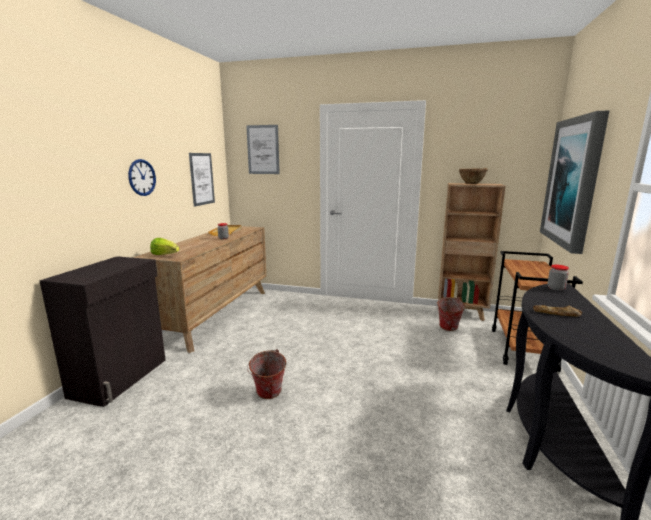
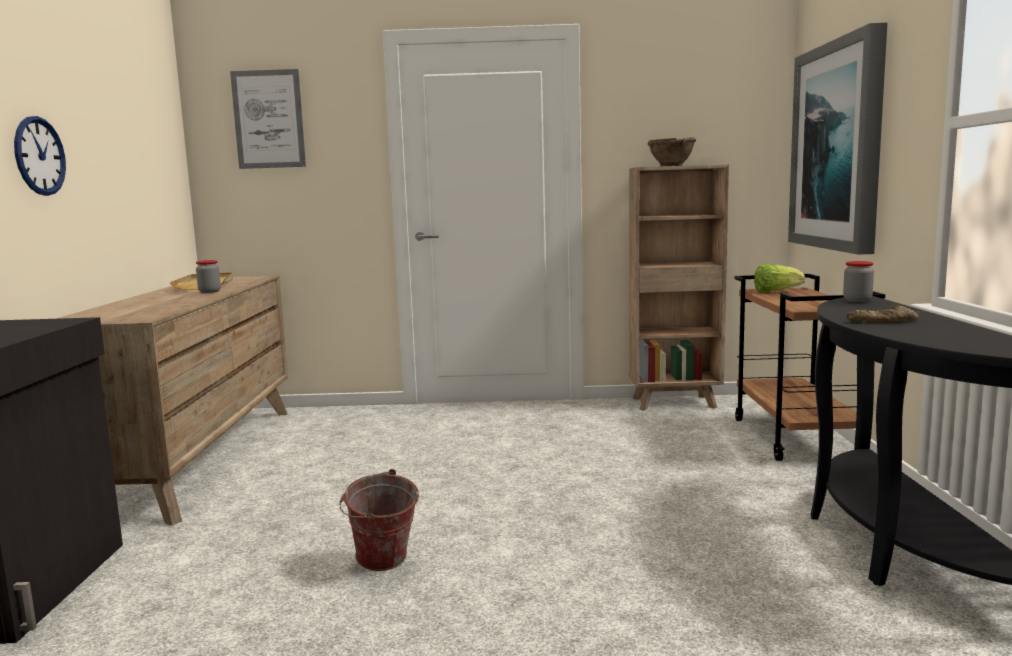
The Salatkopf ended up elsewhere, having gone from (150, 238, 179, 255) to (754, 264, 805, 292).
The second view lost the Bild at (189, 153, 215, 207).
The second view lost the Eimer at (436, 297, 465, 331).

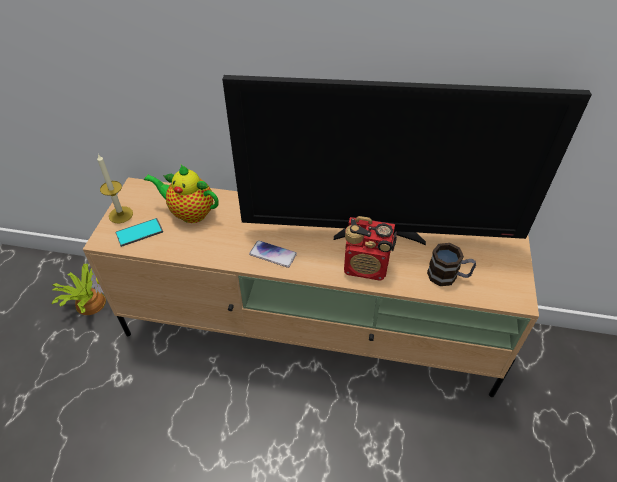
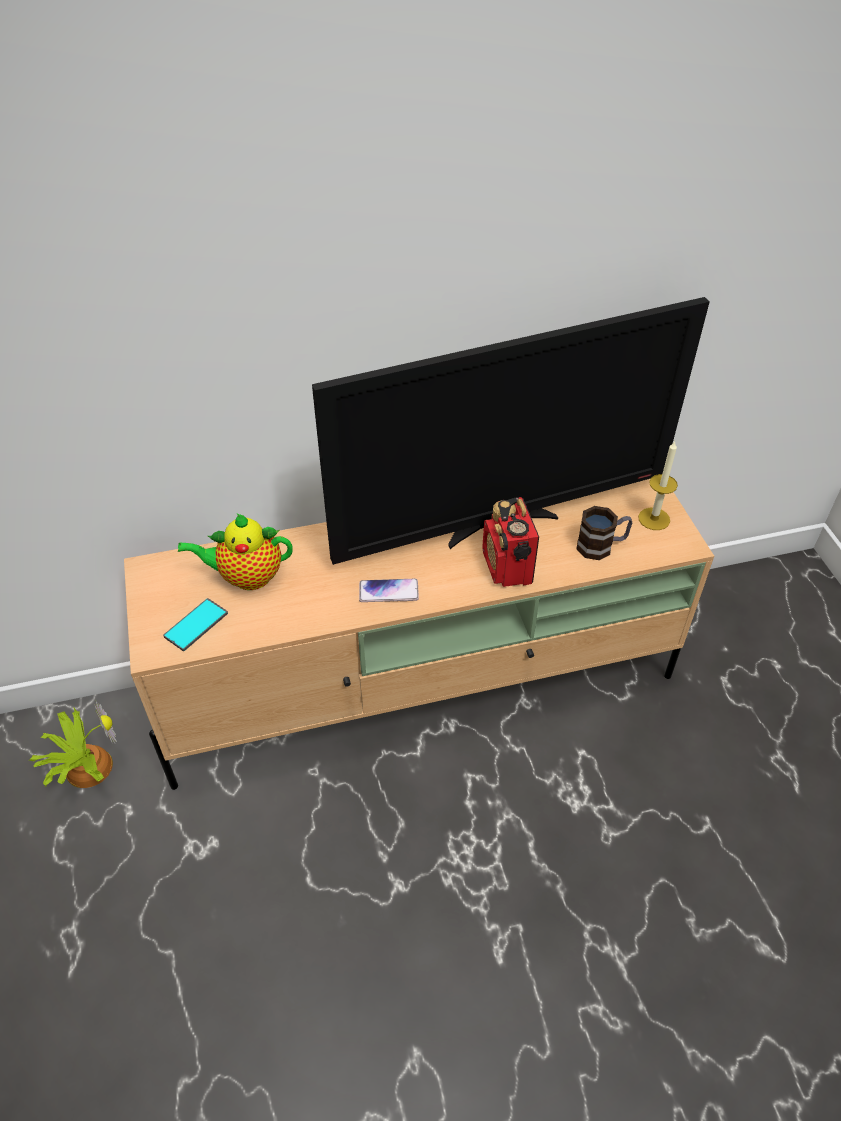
The Radio at (344, 216, 397, 281) ended up facing another way, 90 degrees clockwise from before.
The Kerze ended up elsewhere, having gone from (97, 154, 133, 223) to (638, 441, 678, 530).

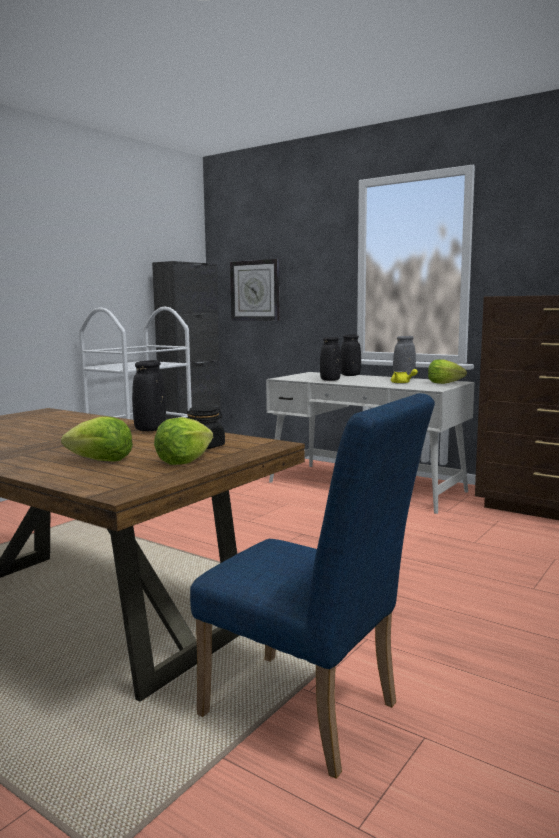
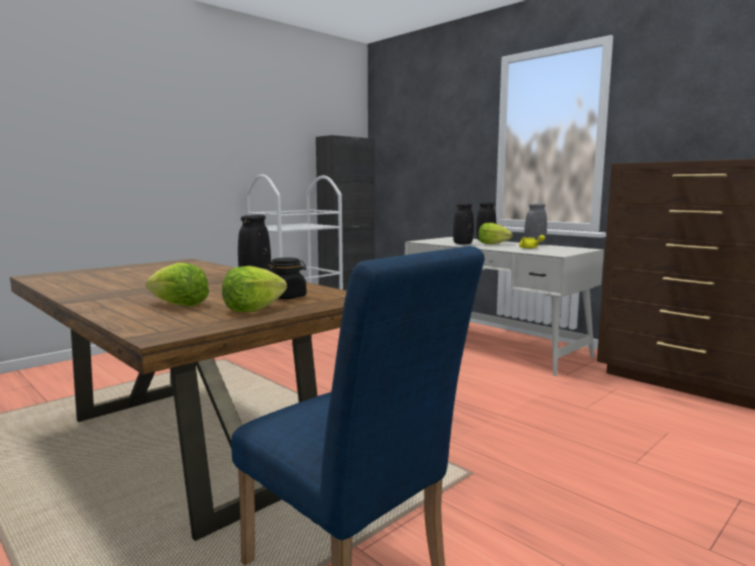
The Salatkopf ended up elsewhere, having gone from (428, 359, 467, 384) to (478, 223, 513, 244).
The second view lost the Wanduhr at (230, 259, 280, 321).

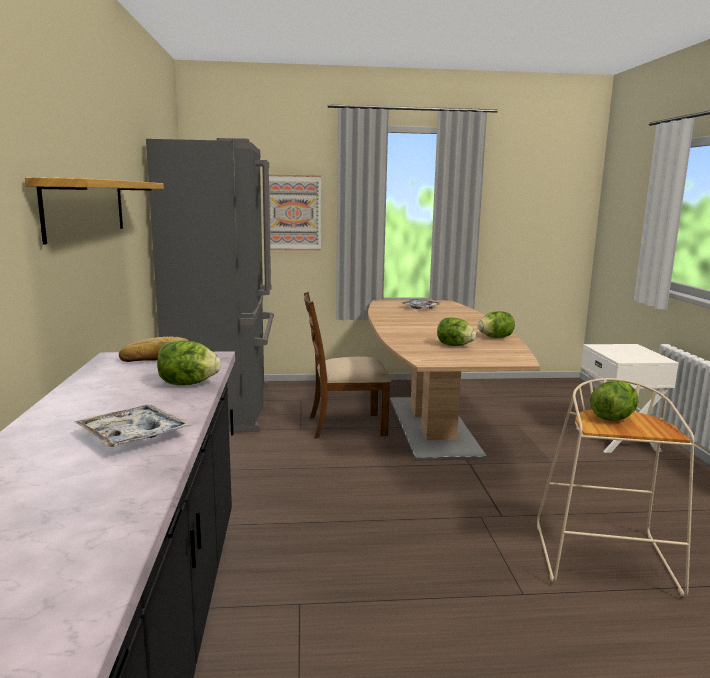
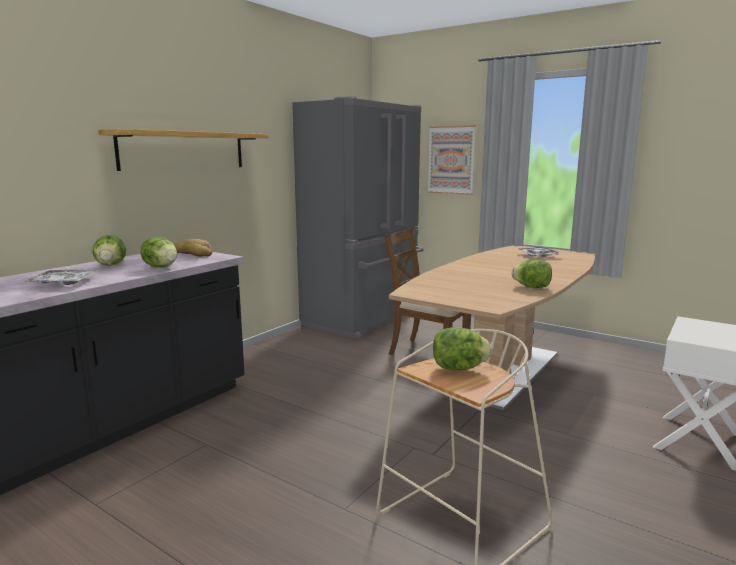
The Salatkopf ended up elsewhere, having gone from (437, 317, 476, 346) to (92, 235, 126, 266).

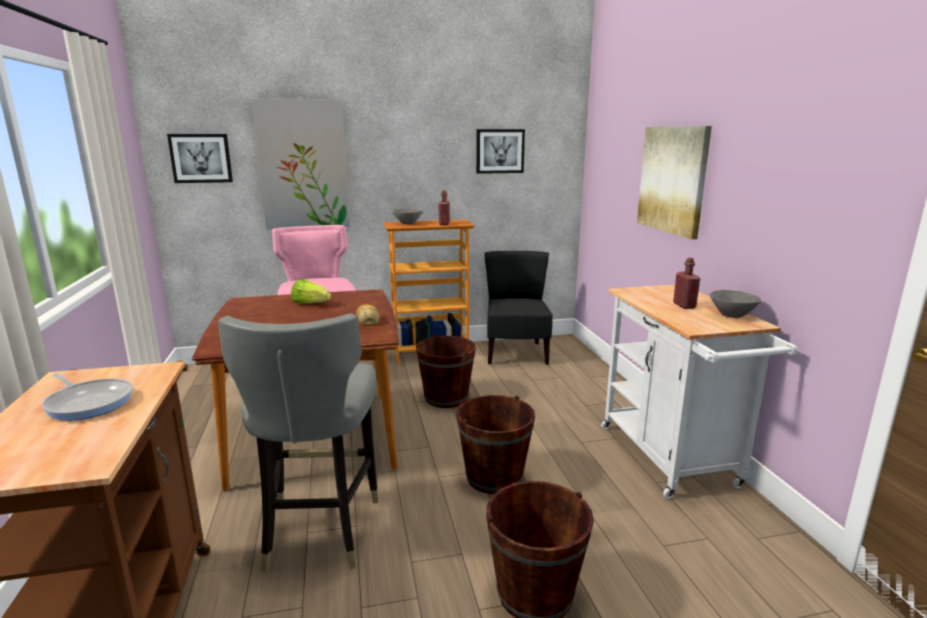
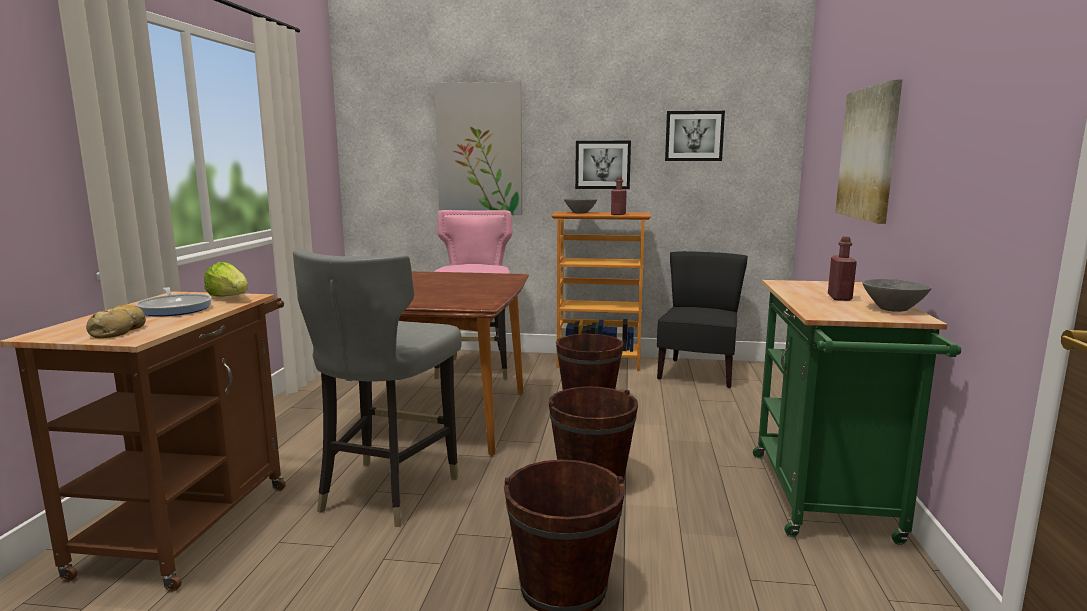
The Brot ended up elsewhere, having gone from (356, 304, 380, 326) to (86, 305, 146, 338).
The Salatkopf ended up elsewhere, having gone from (291, 279, 331, 304) to (204, 262, 248, 297).
The Bild ended up elsewhere, having gone from (167, 134, 233, 183) to (575, 141, 631, 189).
What was the Rollwagen [weiß] at (601, 285, 798, 499) turned into the Rollwagen [grün] at (753, 280, 961, 545).

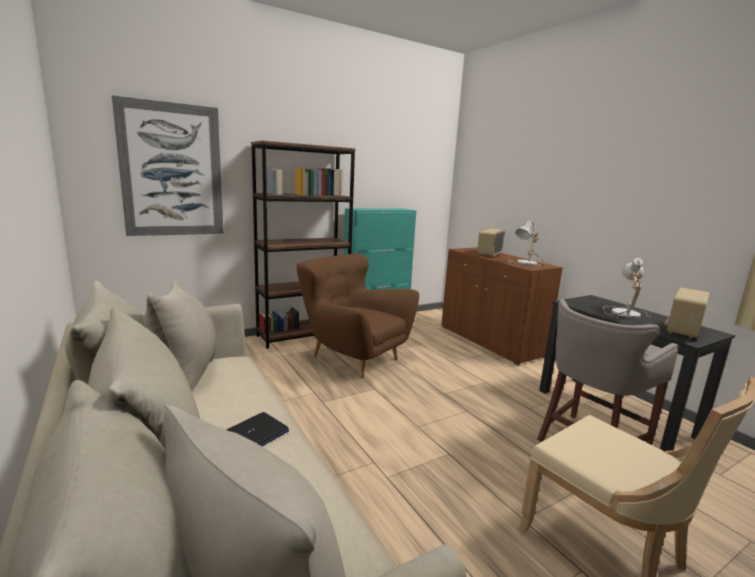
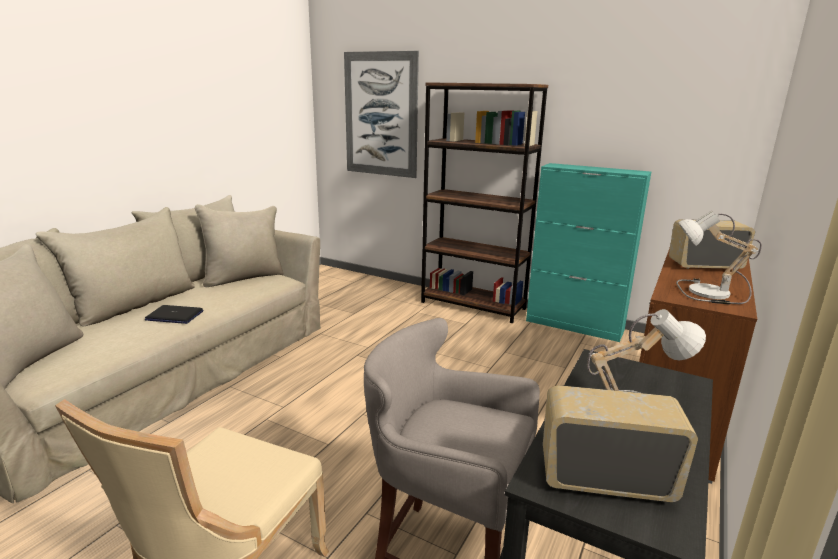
The second view lost the Sessel [braun] at (296, 254, 419, 378).

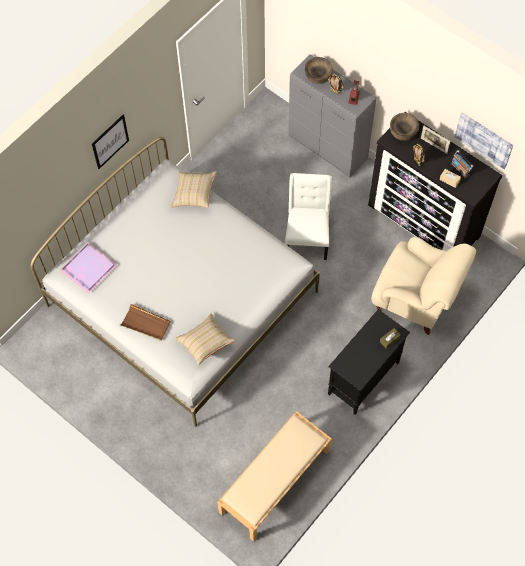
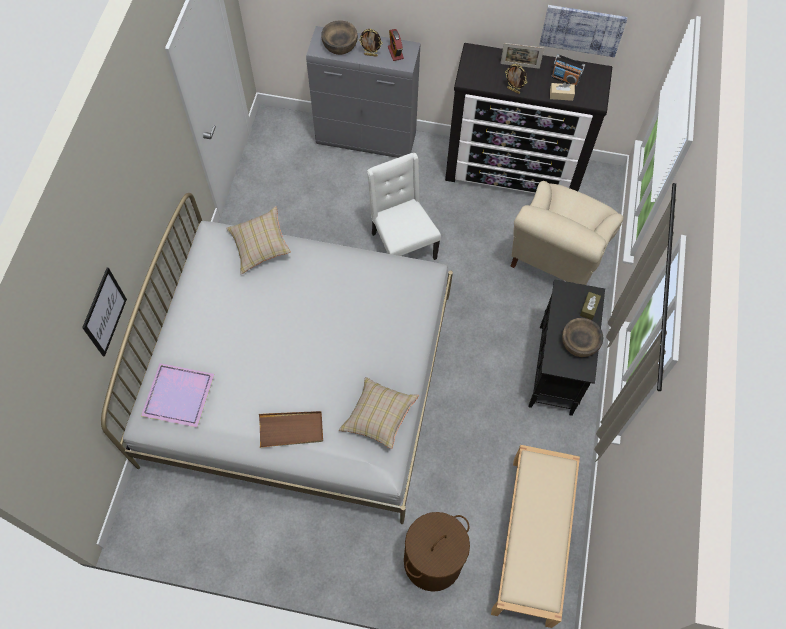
The Bild ended up elsewhere, having gone from (92, 115, 129, 169) to (82, 268, 127, 357).
The second view gained the Wäschekorb [braun] at (404, 512, 470, 592).
The Sessel [beige] at (371, 237, 476, 335) ended up facing another way, 120 degrees clockwise from before.
The Schüssel [braun] ended up elsewhere, having gone from (390, 113, 419, 141) to (562, 318, 603, 357).

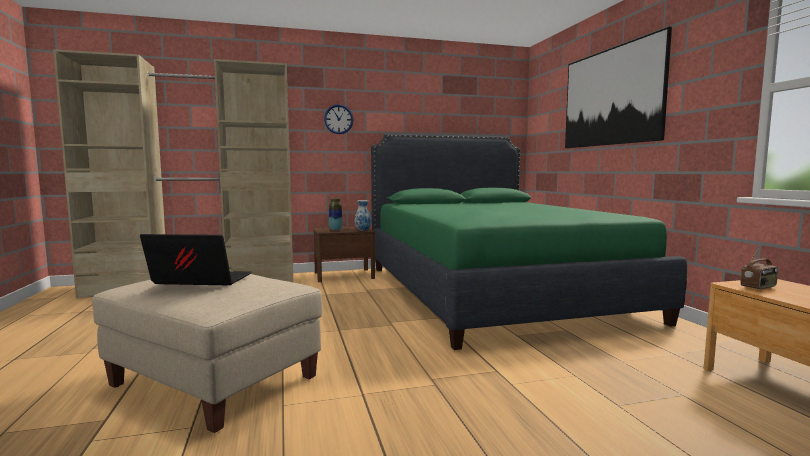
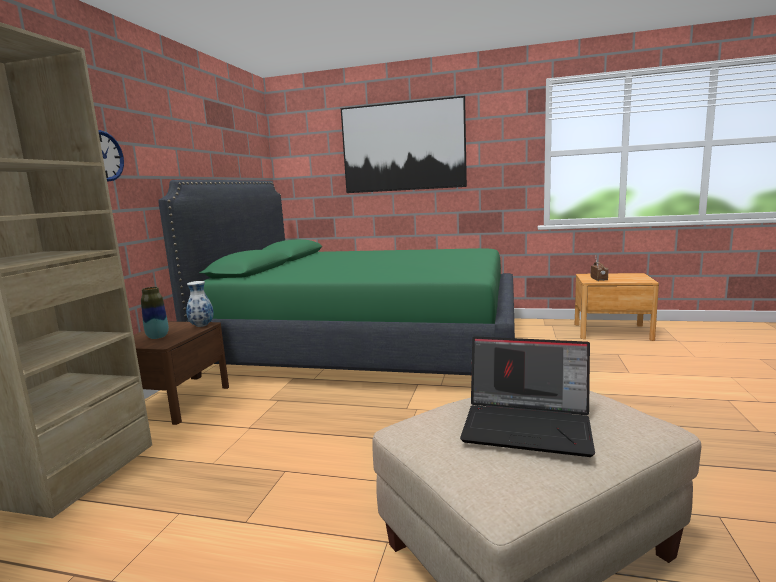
The Laptop at (140, 234, 251, 285) ended up facing another way, 105 degrees counterclockwise from before.

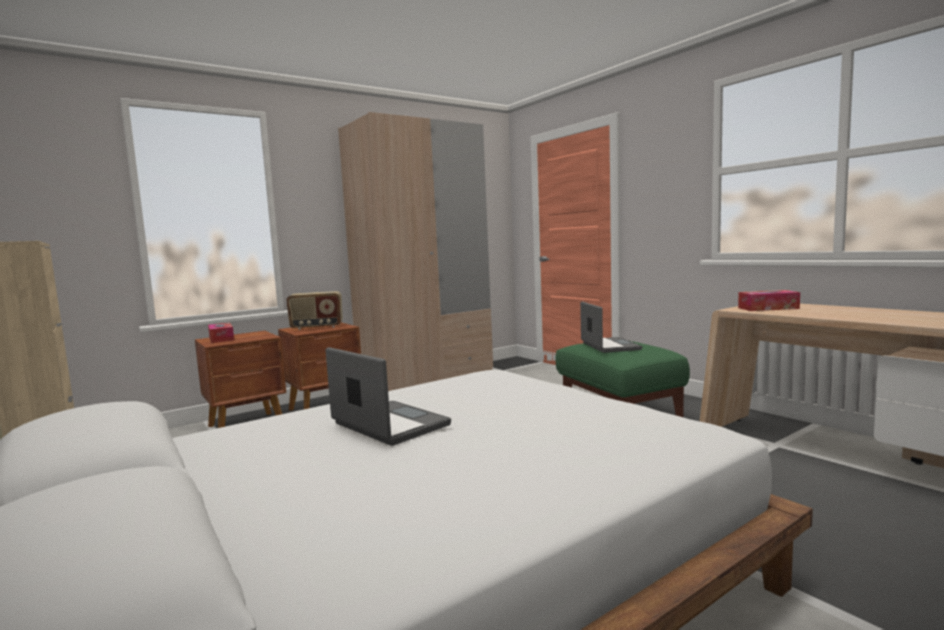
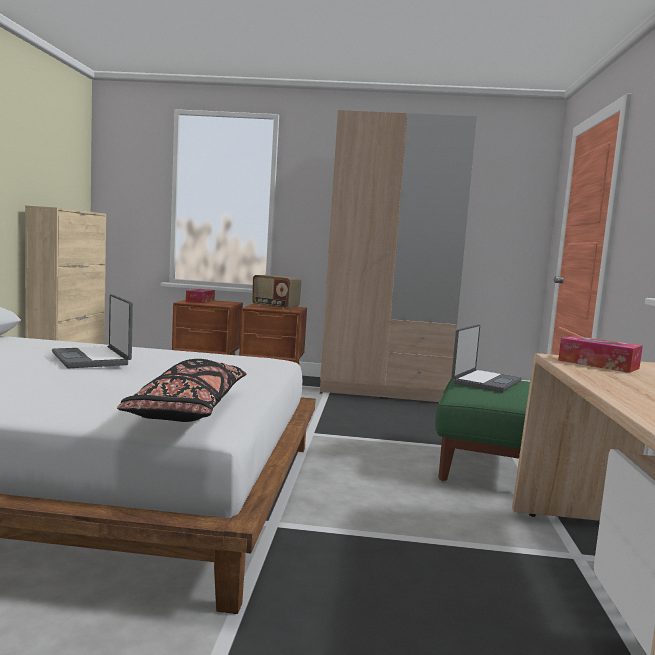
The Laptop at (326, 347, 451, 446) ended up facing another way, 150 degrees clockwise from before.
The second view gained the Kissen [schwarz] at (117, 359, 246, 422).

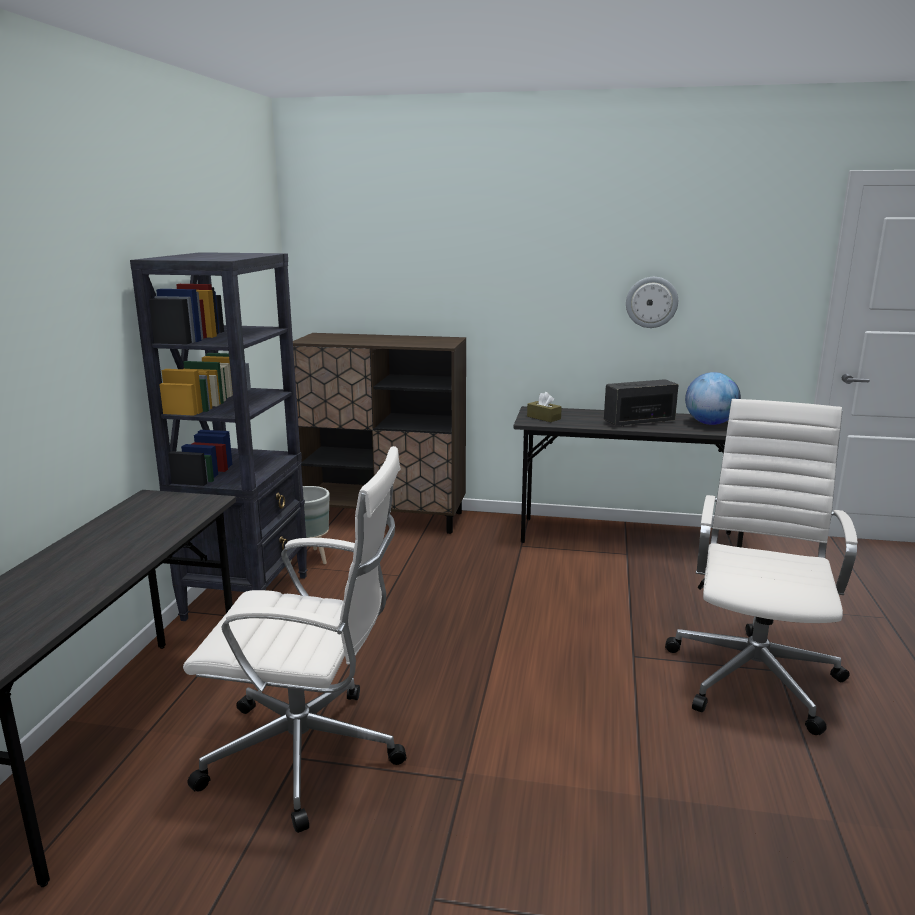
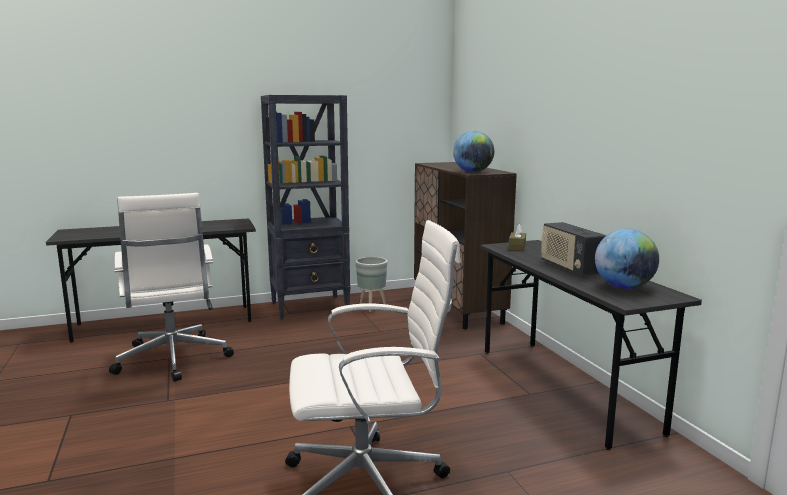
The second view gained the Globus at (453, 131, 494, 172).
The Radio at (604, 379, 679, 427) ended up facing another way, 150 degrees counterclockwise from before.
The second view lost the Wanduhr at (626, 277, 678, 328).

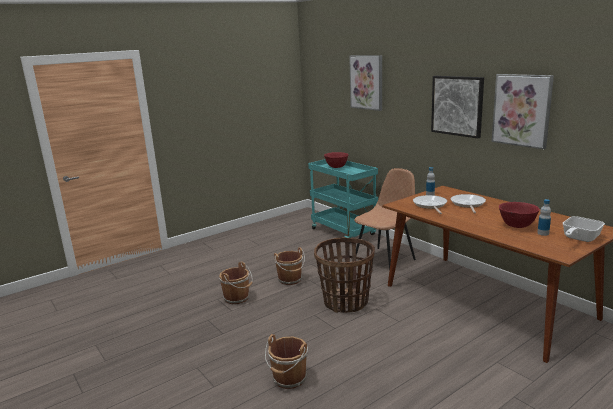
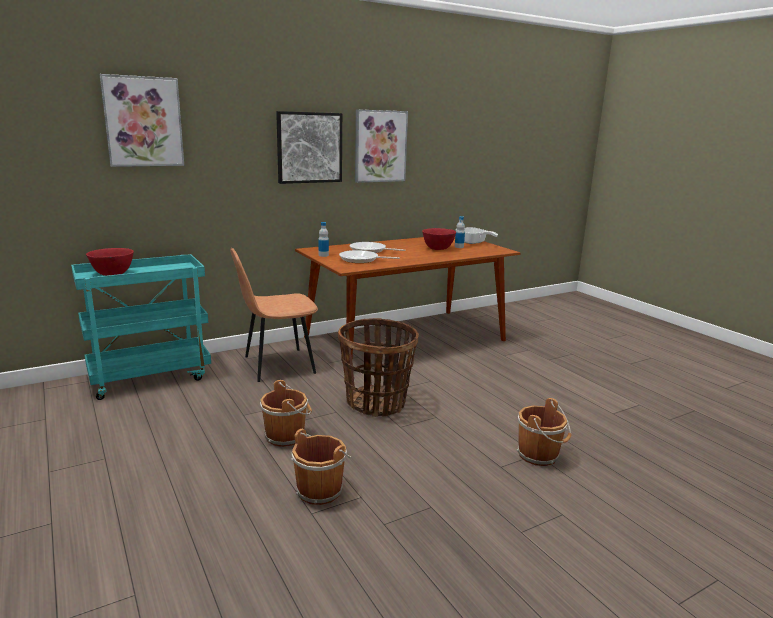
The Stuhl [braun] at (354, 168, 416, 271) ended up facing another way, 75 degrees counterclockwise from before.

